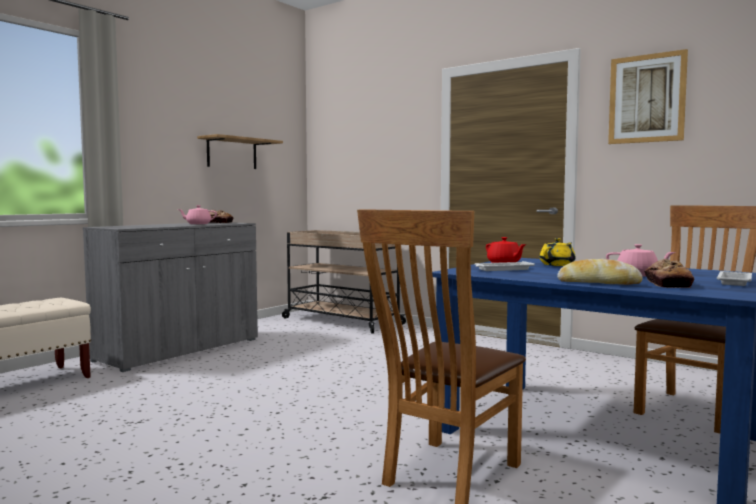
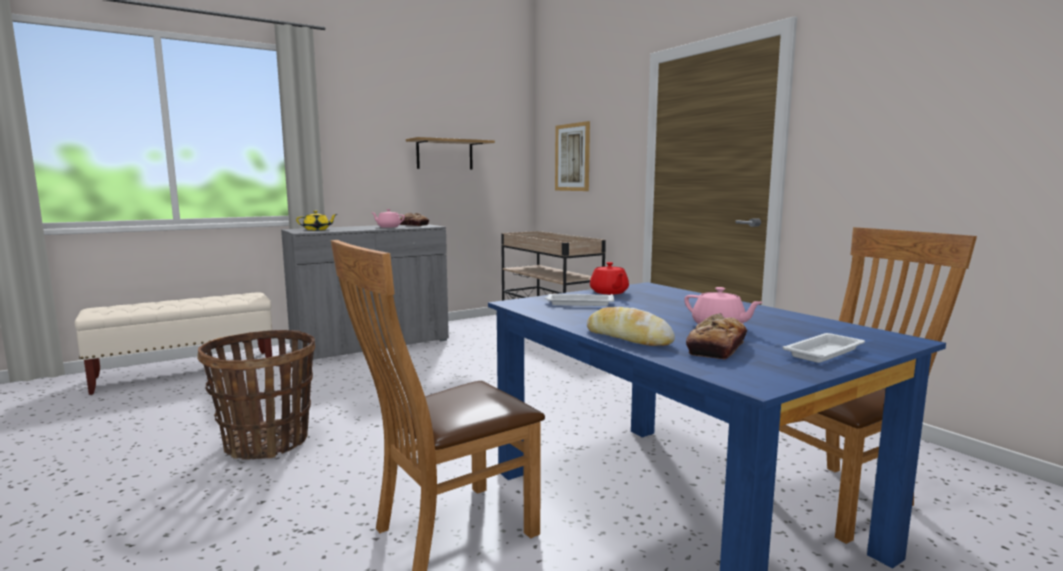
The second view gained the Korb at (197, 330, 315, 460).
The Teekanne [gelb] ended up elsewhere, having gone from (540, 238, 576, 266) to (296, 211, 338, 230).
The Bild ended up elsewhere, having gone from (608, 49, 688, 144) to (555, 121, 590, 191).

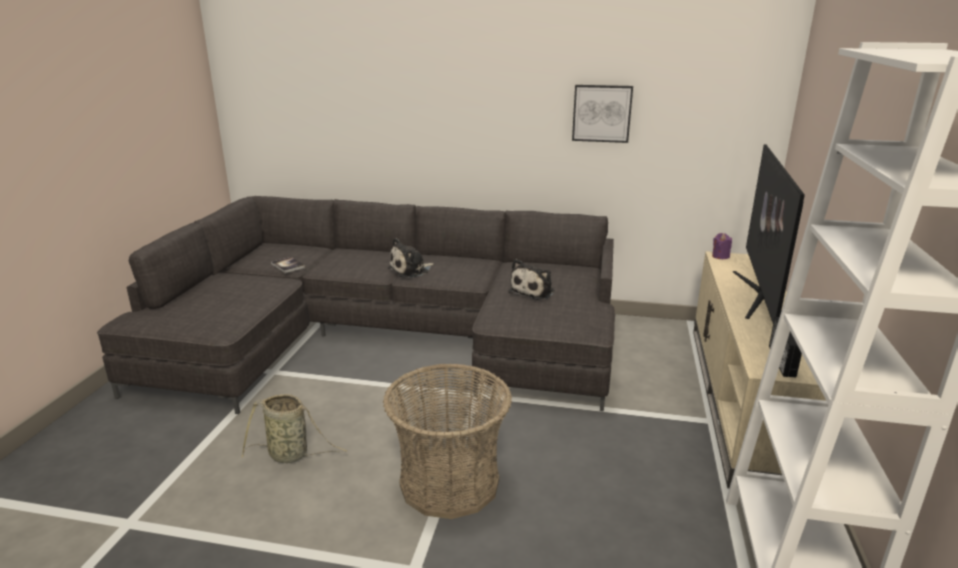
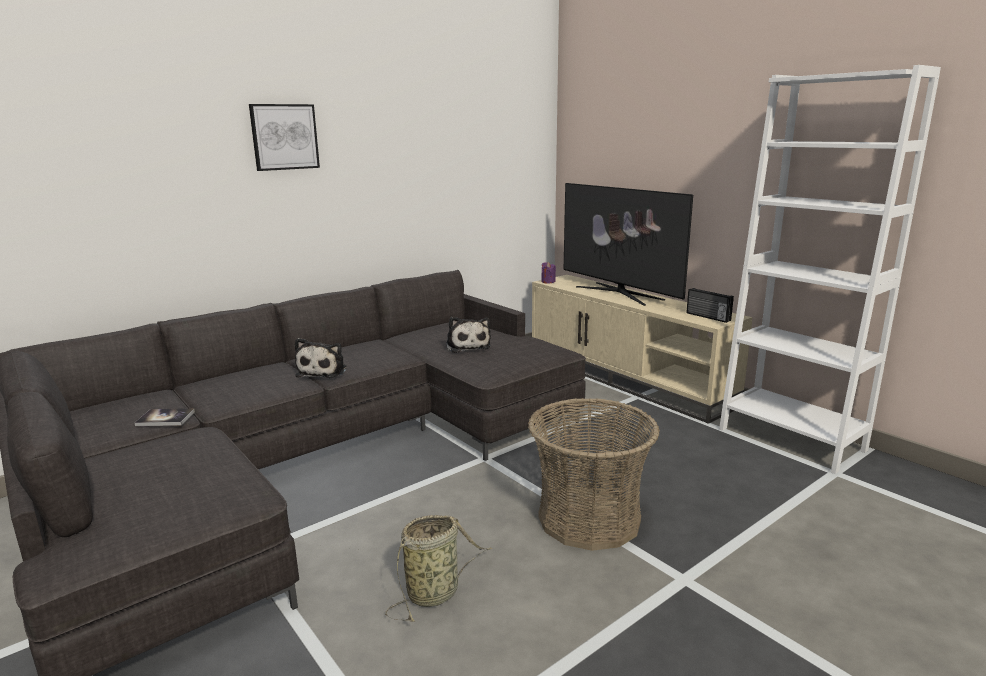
The Bild ended up elsewhere, having gone from (572, 85, 633, 143) to (249, 104, 320, 171).

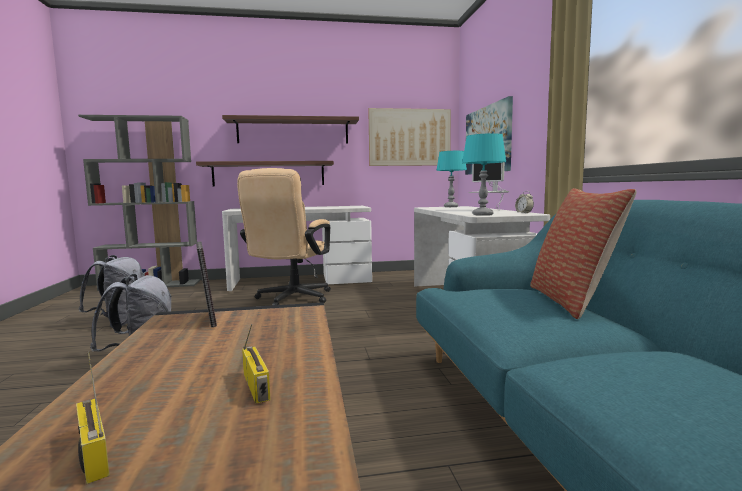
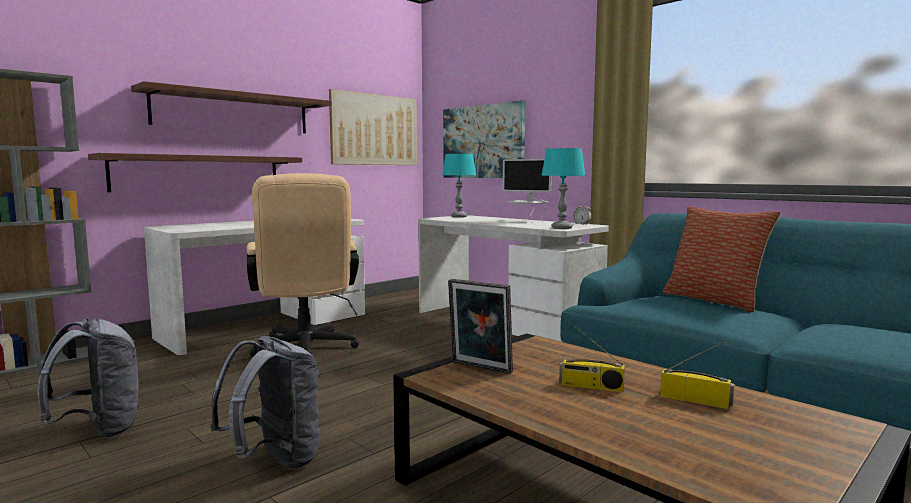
The Radio ended up elsewhere, having gone from (76, 352, 110, 484) to (559, 326, 625, 392).

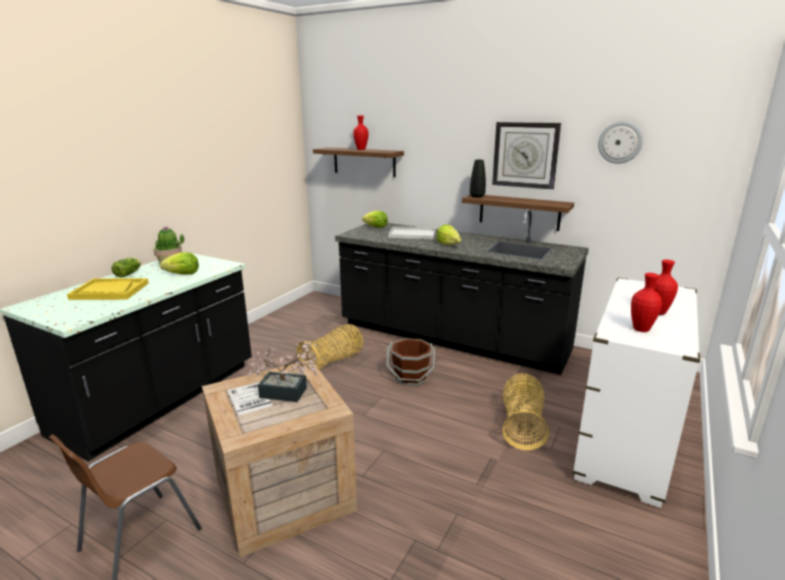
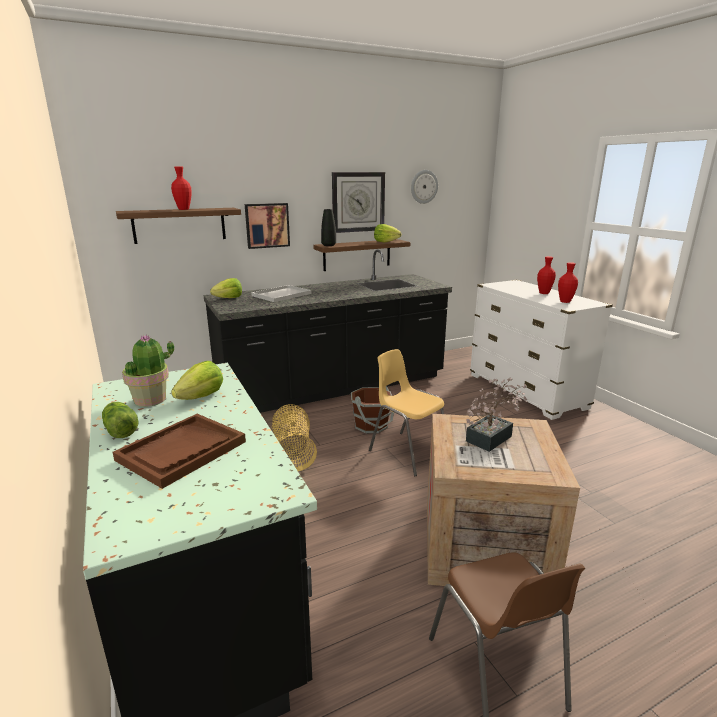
What was the Tablett [gelb] at (67, 278, 149, 300) turned into the Tablett [braun] at (113, 414, 246, 489).
The second view gained the Bild at (245, 203, 290, 249).
The second view gained the Stuhl [gelb] at (369, 349, 444, 476).
The Salatkopf ended up elsewhere, having gone from (436, 224, 461, 245) to (374, 224, 402, 242).
The second view lost the Korb at (502, 373, 549, 450).

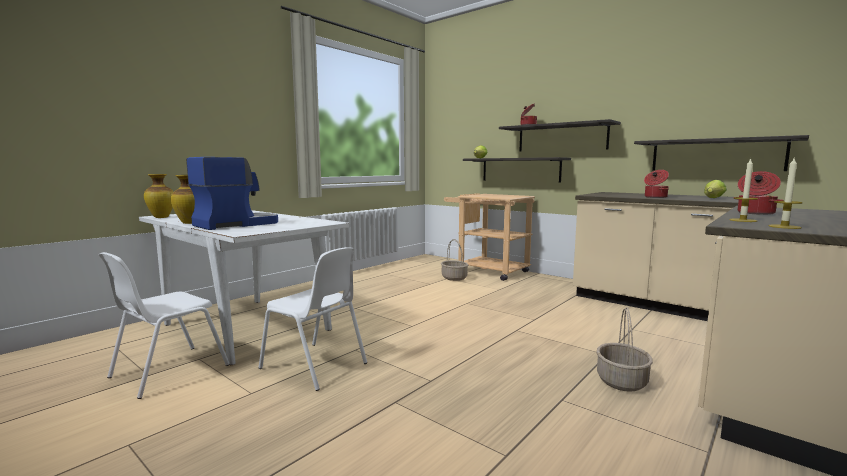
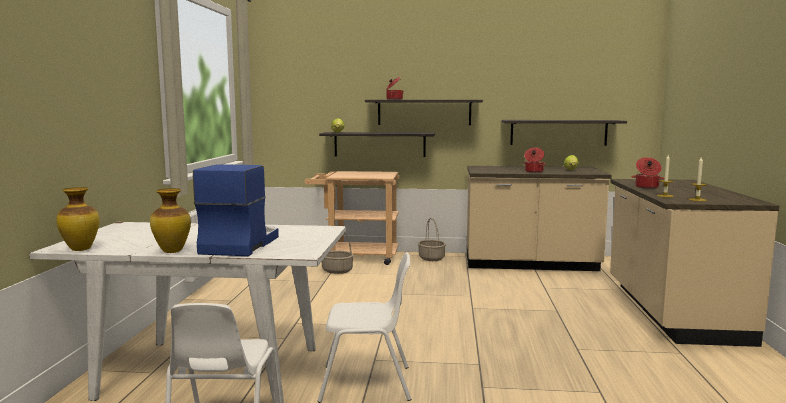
The Korb ended up elsewhere, having gone from (596, 307, 653, 392) to (418, 218, 446, 261).

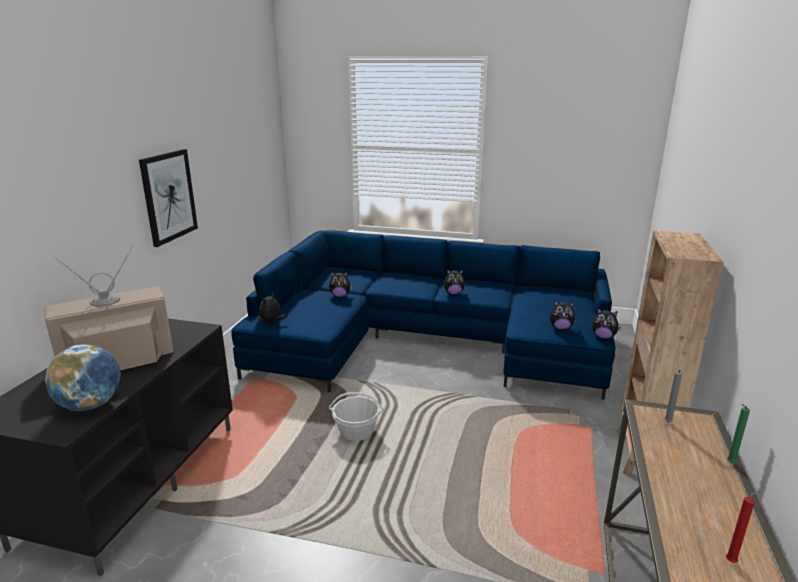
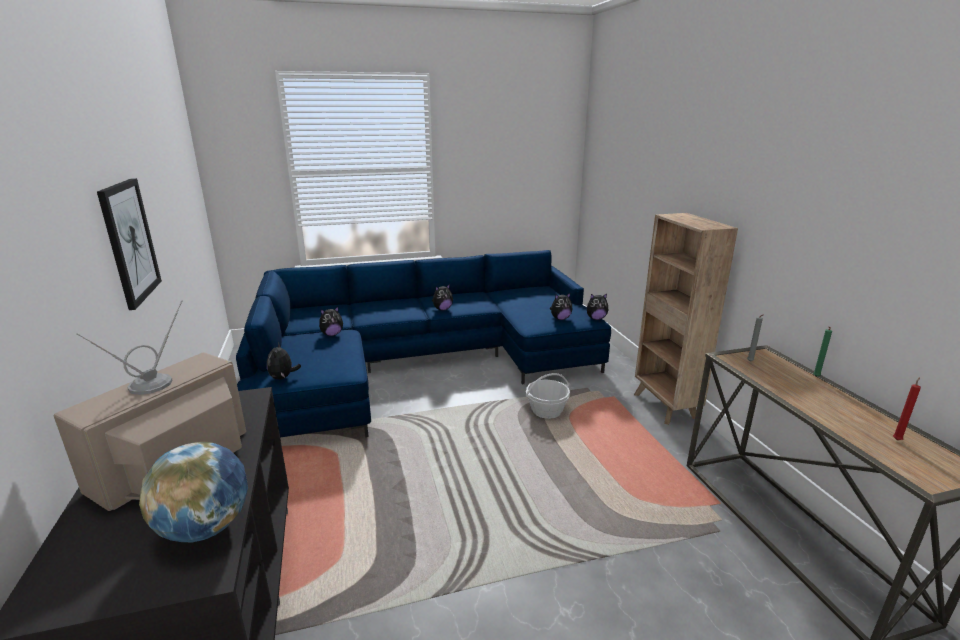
The Korb ended up elsewhere, having gone from (329, 392, 384, 441) to (526, 373, 570, 419).

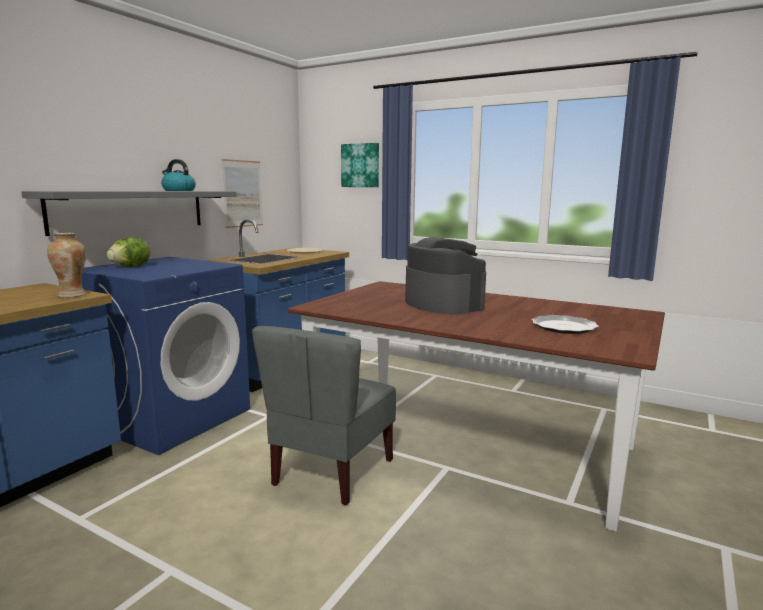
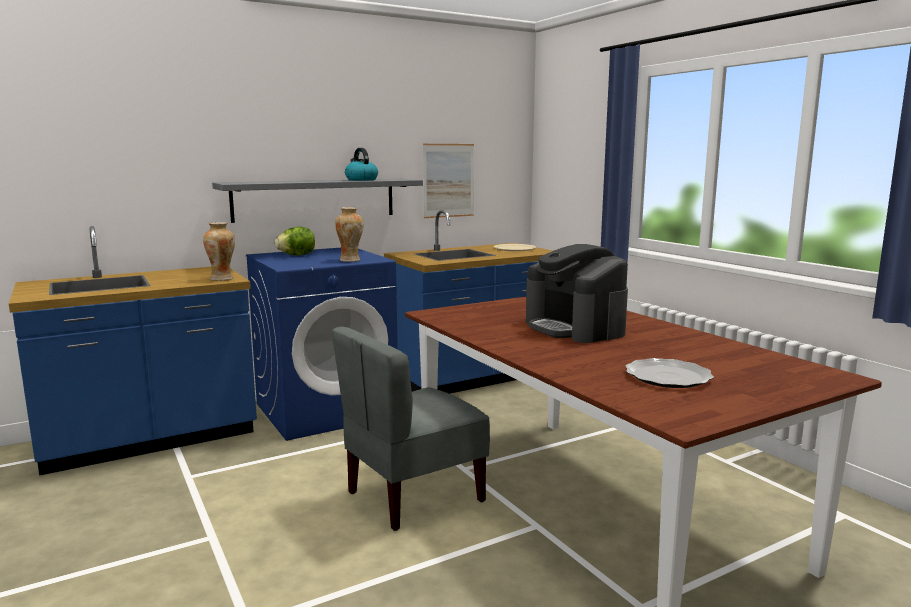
The second view gained the Vase at (335, 207, 364, 262).
The Kaffeemaschine at (405, 237, 486, 314) ended up facing another way, 150 degrees clockwise from before.
The second view lost the Bild at (341, 143, 379, 187).

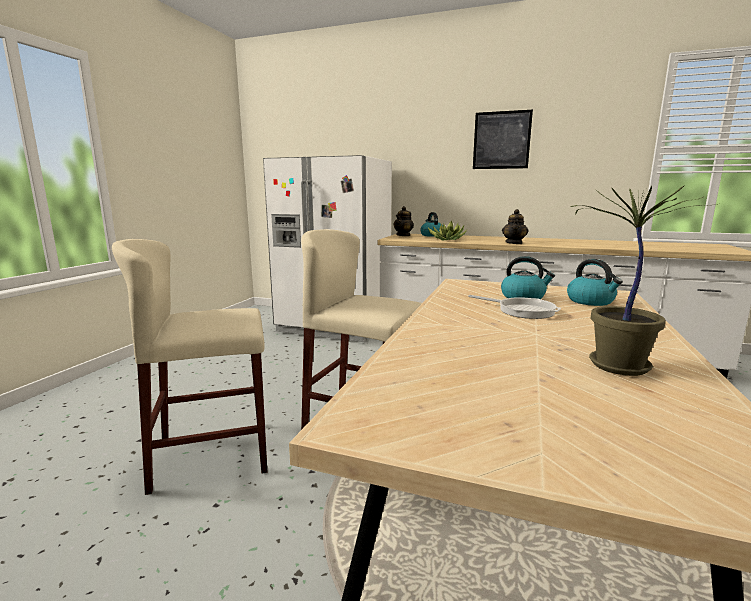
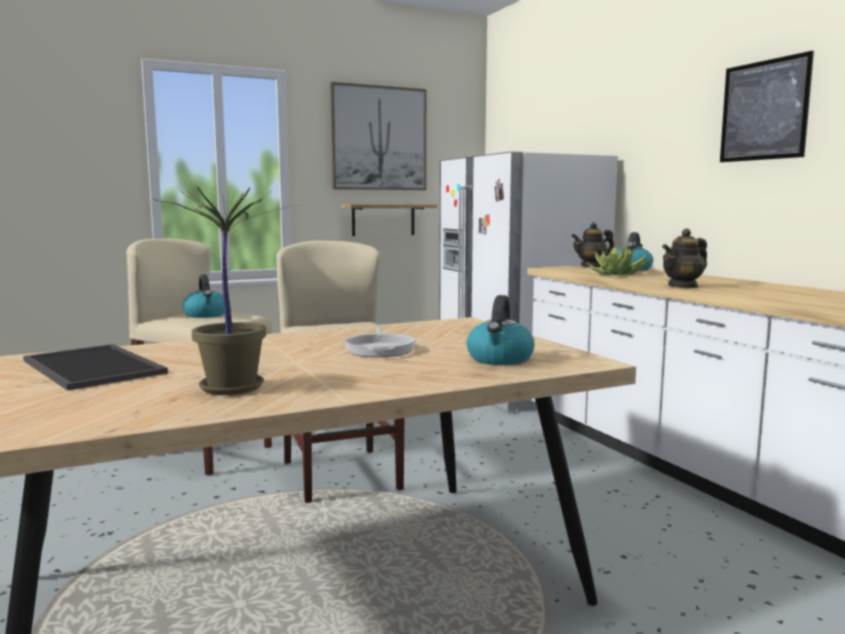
The second view gained the Tablett at (23, 344, 168, 391).
The Wasserkessel ended up elsewhere, having gone from (501, 256, 555, 299) to (183, 274, 225, 318).
The second view gained the Bild at (330, 82, 426, 190).
The second view gained the Wandregal at (341, 204, 437, 236).

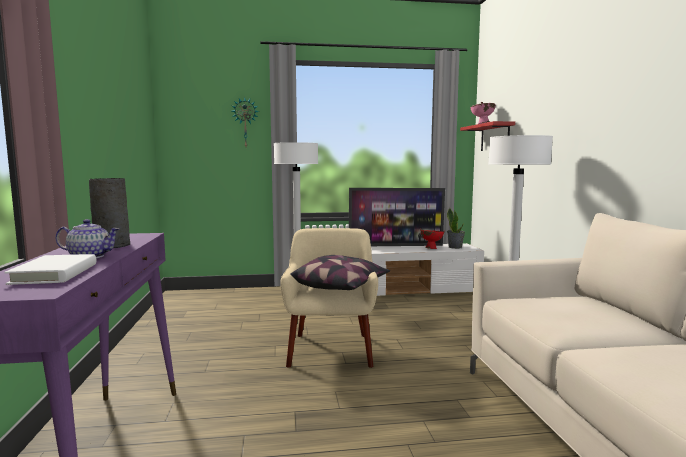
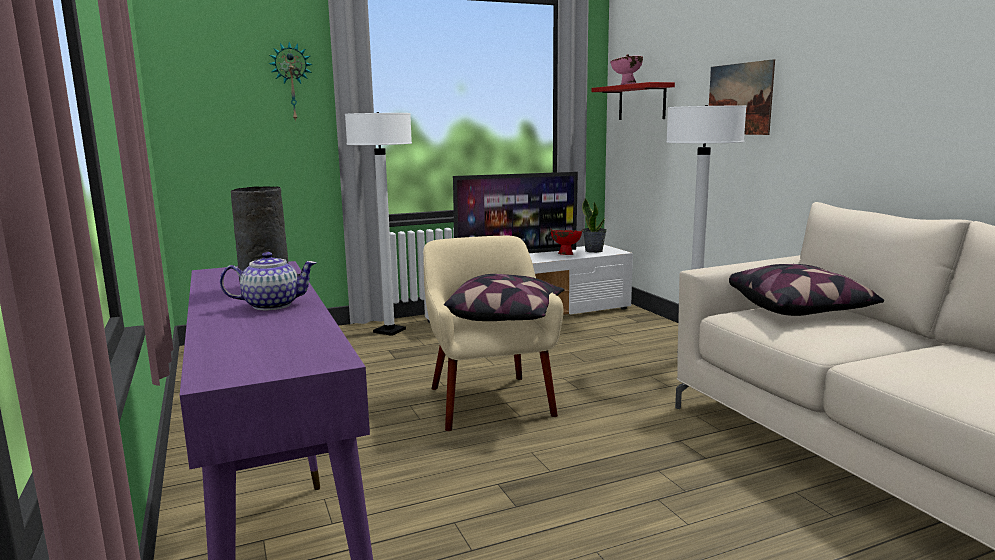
The second view gained the Bild at (709, 59, 775, 135).
The second view gained the Kissen at (729, 264, 884, 316).
The second view lost the Buch [weiß] at (4, 254, 97, 285).

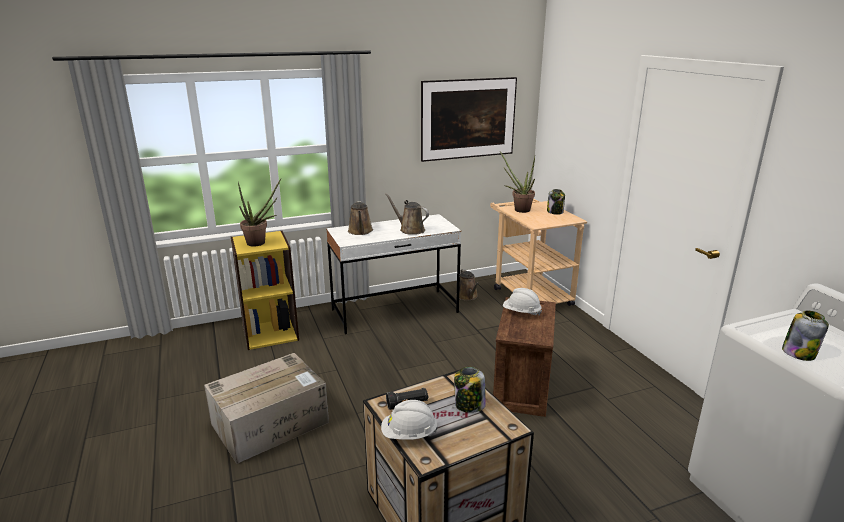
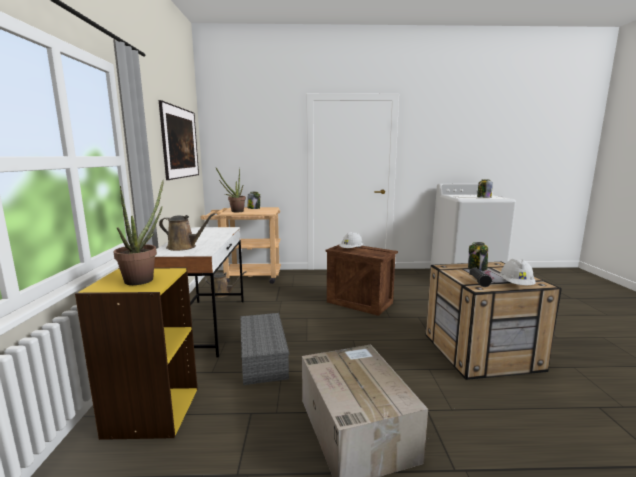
The second view gained the Aufbewahrungsbox [grau] at (241, 313, 289, 385).
The second view lost the Gießkanne [braun] at (385, 193, 429, 235).

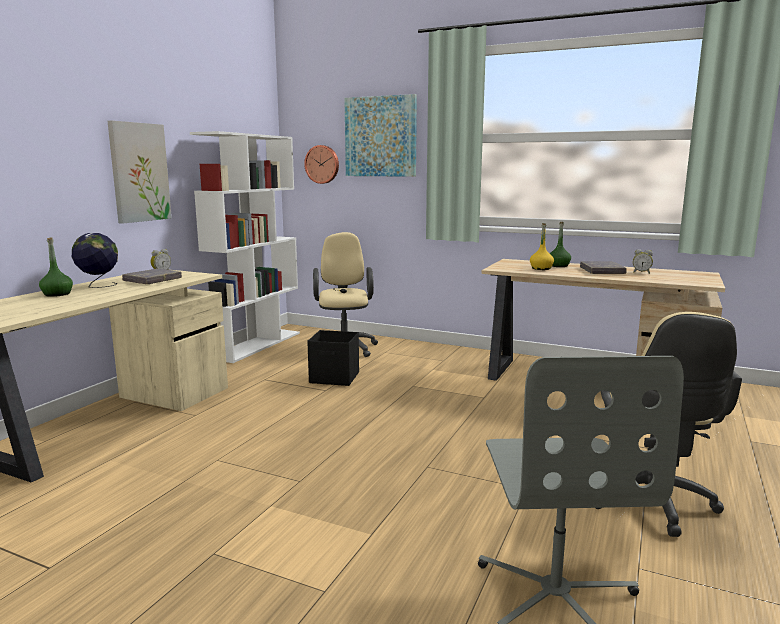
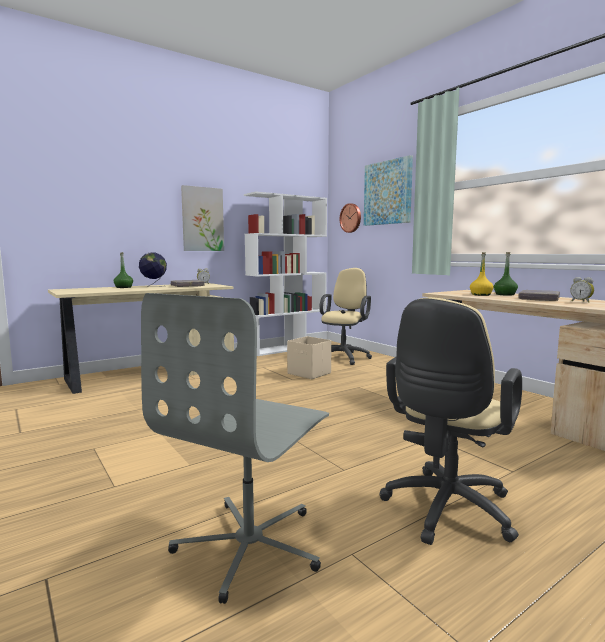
What was the Aufbewahrungsbox [schwarz] at (307, 330, 359, 386) turned into the Aufbewahrungsbox [beige] at (287, 336, 332, 379).

